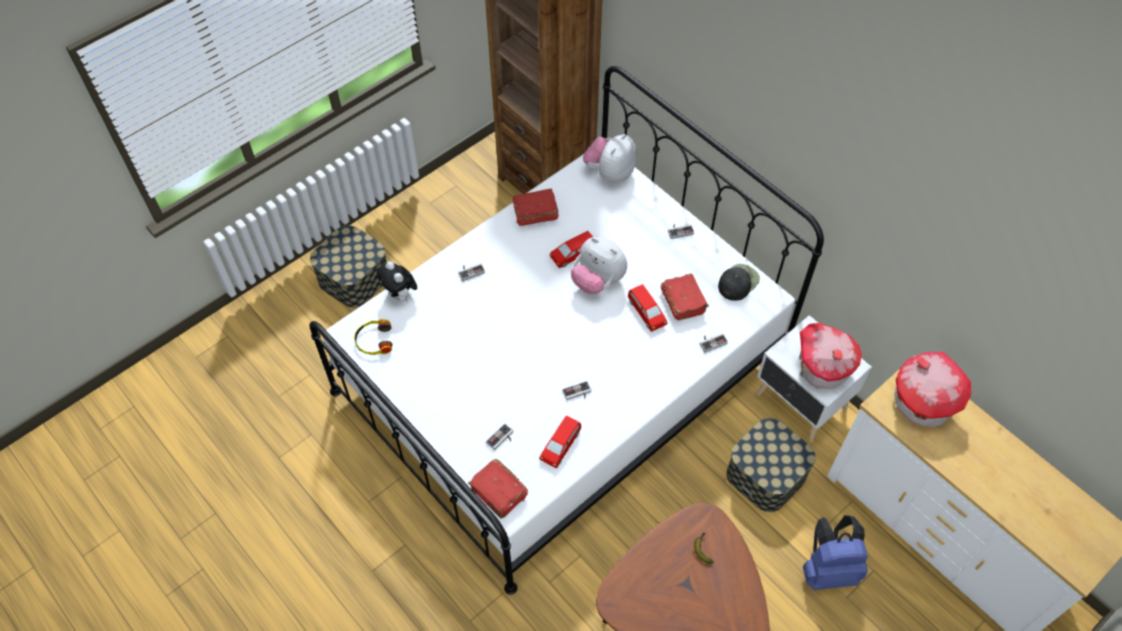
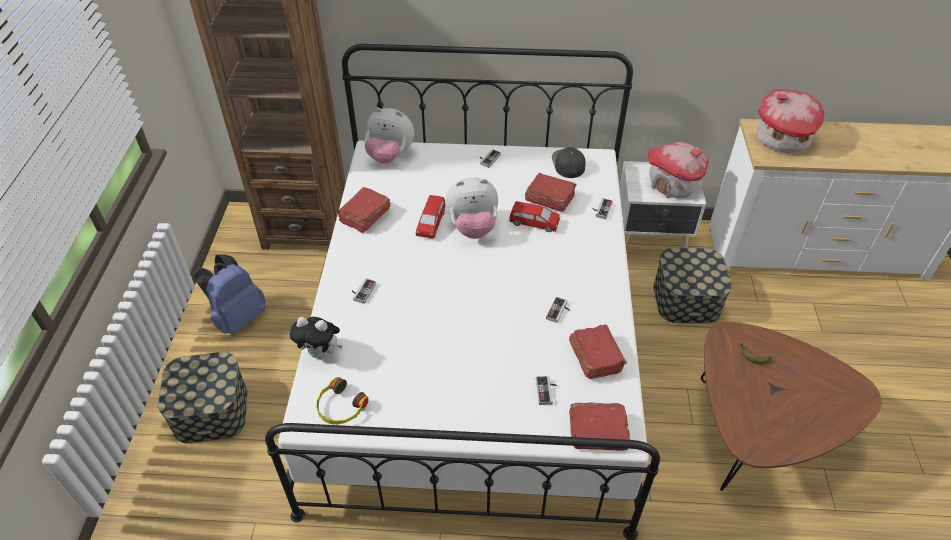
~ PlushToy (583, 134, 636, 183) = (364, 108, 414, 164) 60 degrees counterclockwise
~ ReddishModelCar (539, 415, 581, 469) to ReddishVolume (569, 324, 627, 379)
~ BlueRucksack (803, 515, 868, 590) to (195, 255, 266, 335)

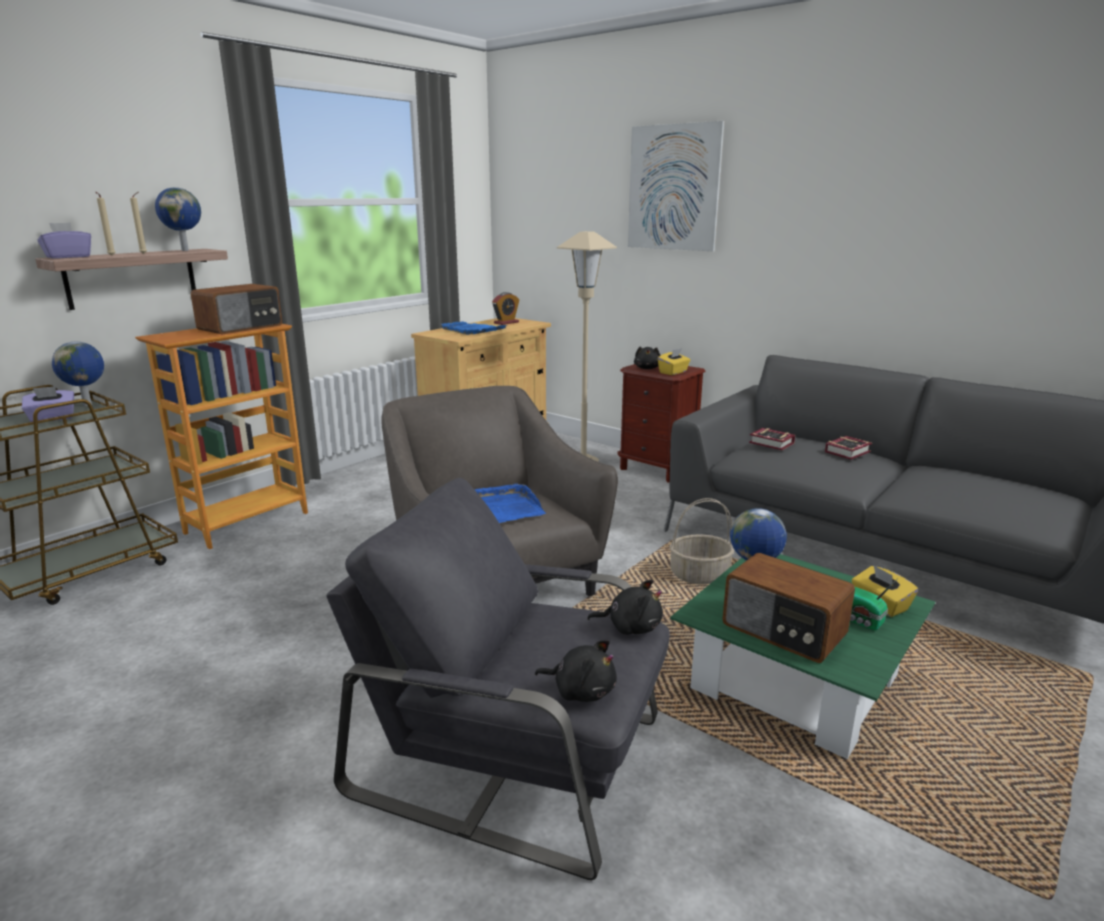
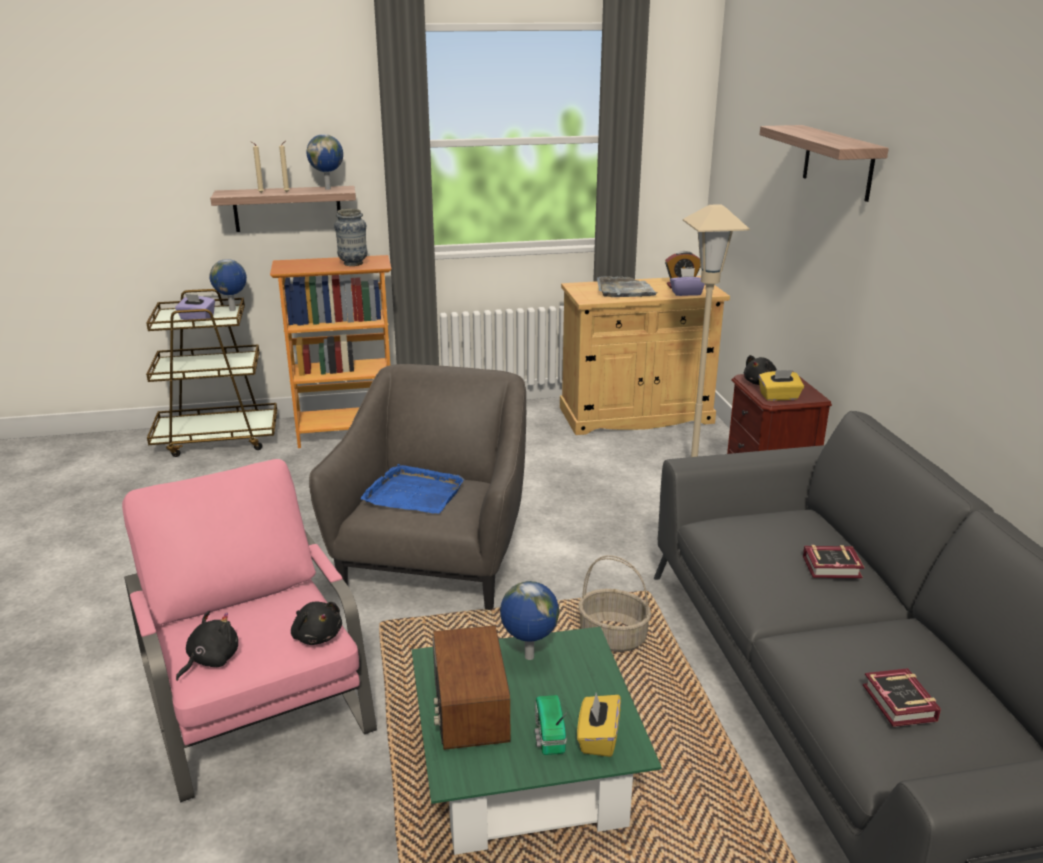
~ WallArt (628, 121, 724, 251) to BracketShelf (760, 125, 889, 202)
~ PurplishBoxOfTissues (37, 222, 91, 259) to (670, 268, 705, 296)
~ Radio (191, 284, 283, 334) to DecorativeVase (334, 209, 368, 266)
~ BlueTray (440, 321, 508, 335) to GreyishTray (597, 276, 657, 297)
~ Volume (749, 428, 795, 450) to (863, 668, 941, 727)
~ GreyishEasyChair (326, 478, 670, 880) to PinkColouredEasyChair (122, 459, 377, 802)
~ BlackishPlushToy (535, 640, 617, 702) = (176, 611, 238, 681) 120 degrees counterclockwise

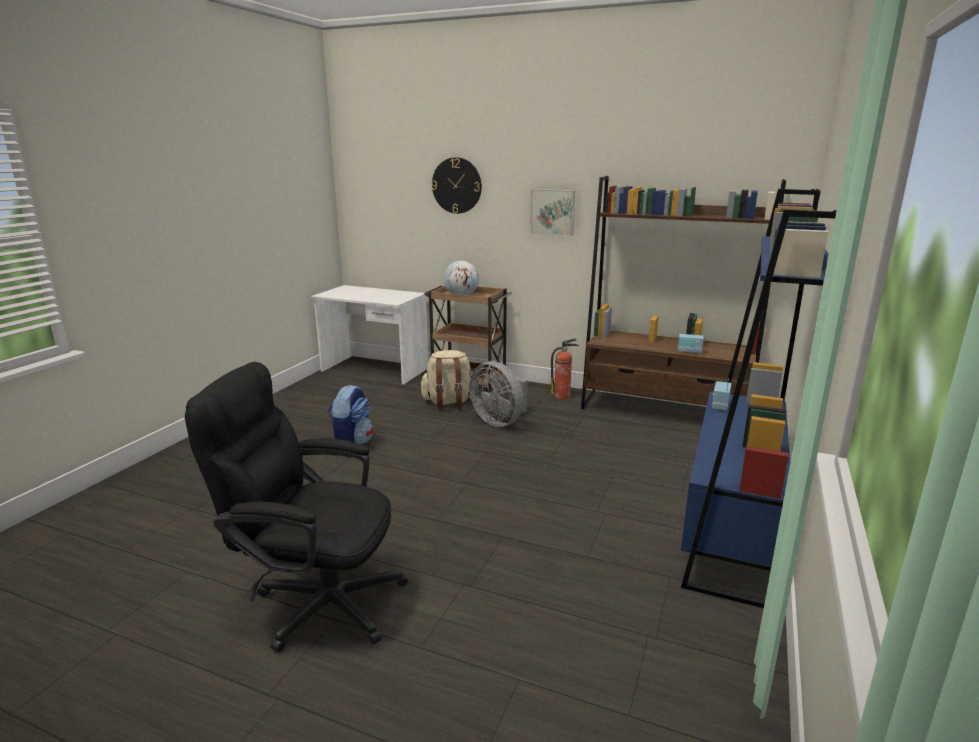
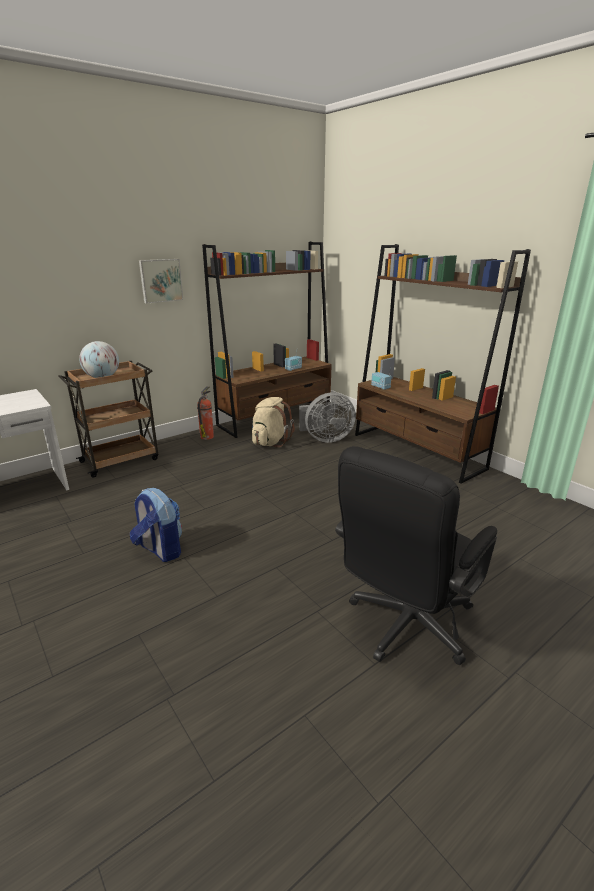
- HangingClock (431, 157, 482, 214)
~ BlueBookcase (681, 189, 837, 608) to BrownishBookcase (355, 244, 531, 483)
~ BeigeRucksack (419, 350, 473, 408) to (252, 397, 295, 447)
~ GreyishElectricFan (469, 361, 527, 427) to (299, 393, 356, 443)

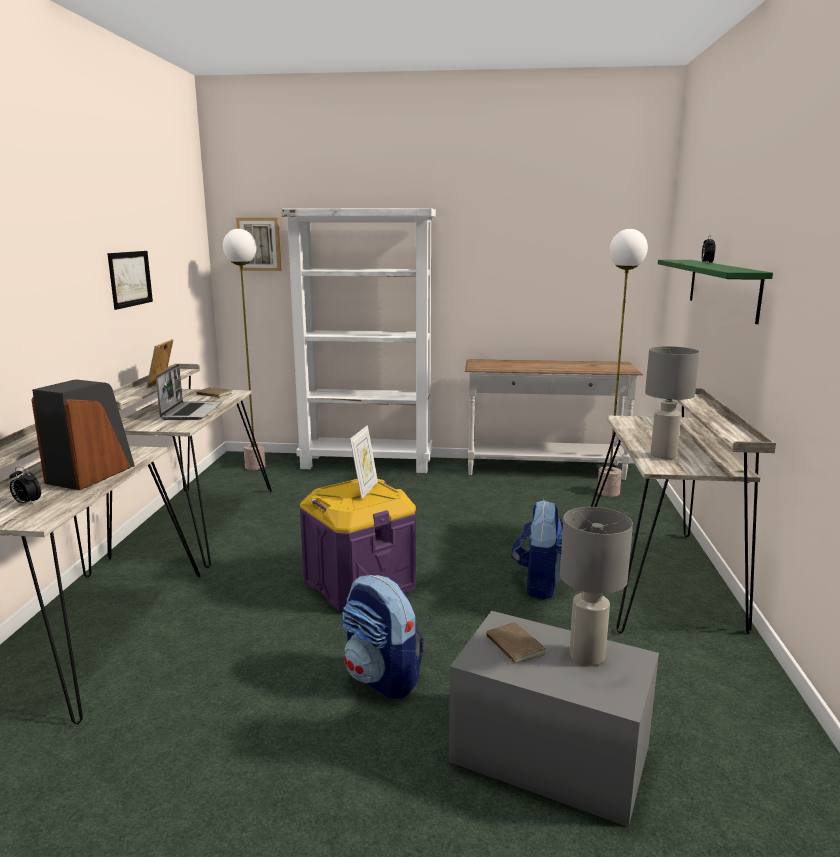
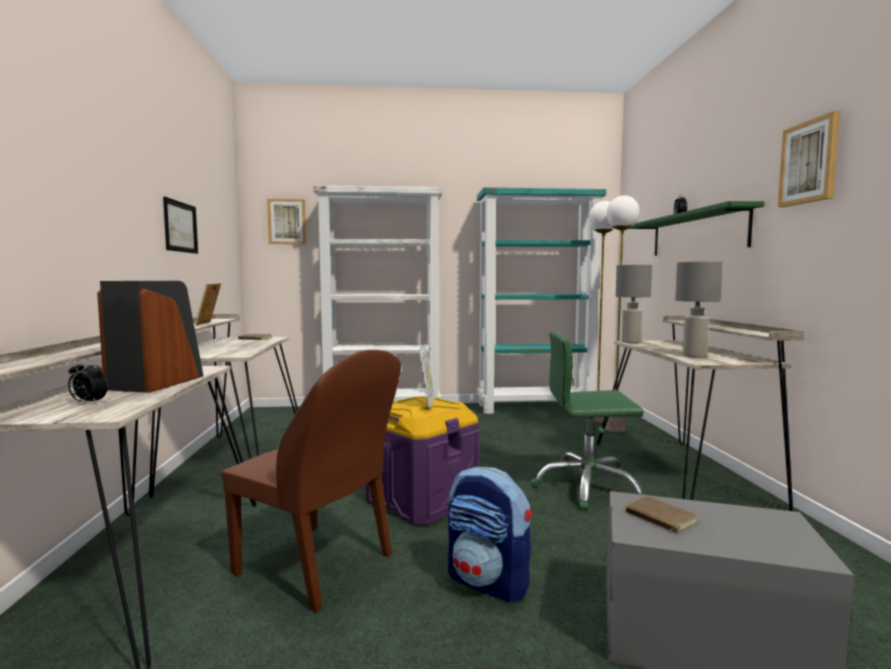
~ StandingLamp (223, 229, 265, 470) to (605, 195, 640, 432)
~ WhiteColouredHallTable (465, 359, 643, 480) to TurquoiseColouredBookcase (477, 187, 606, 414)
- Laptop (156, 364, 222, 420)
~ Rucksack (511, 500, 563, 600) to GreenishDeskChair (531, 331, 646, 511)
~ GreyishTabletopLamp (560, 507, 633, 666) to (616, 265, 652, 343)
+ WallArt (778, 111, 840, 207)
+ BrownishChair (222, 350, 401, 612)

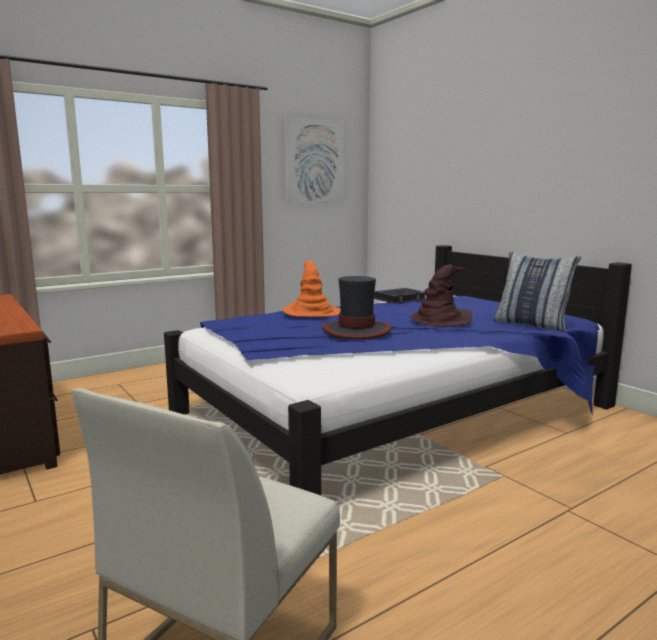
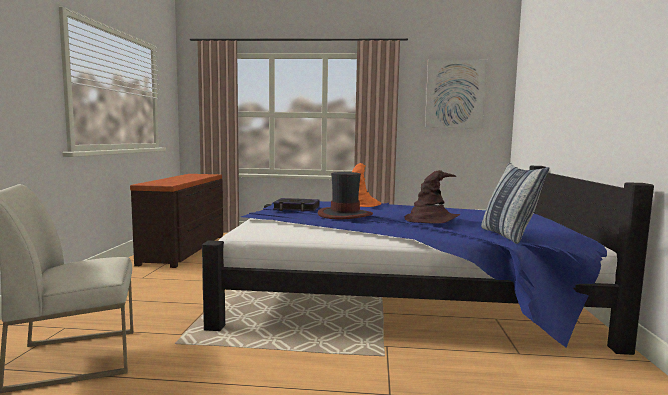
~ Volume (374, 288, 426, 304) to (273, 198, 320, 212)

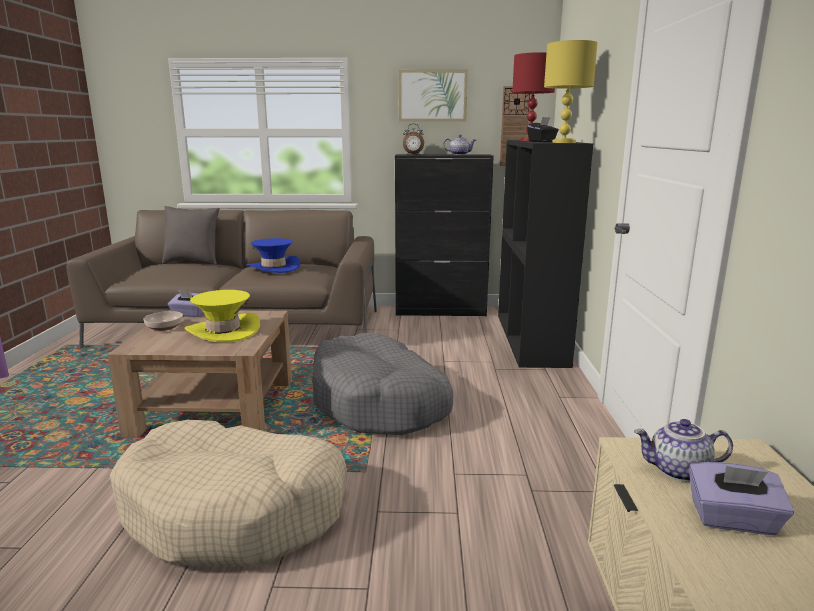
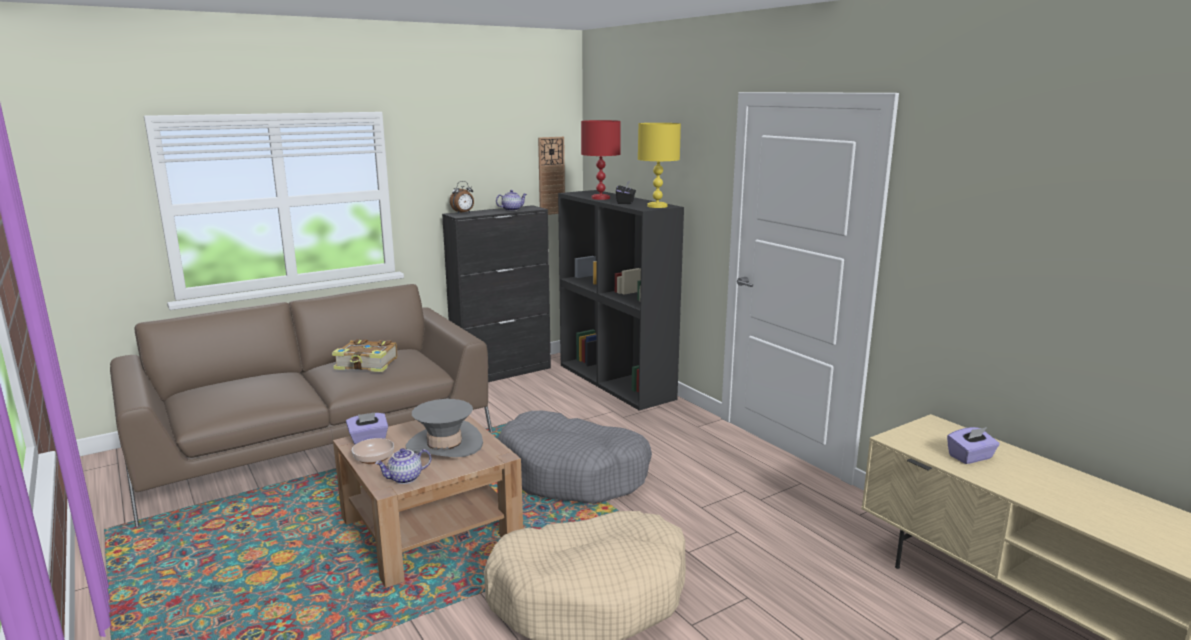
- WallArt (398, 69, 468, 122)
- GreyishPillow (162, 206, 220, 265)
~ BlueHat (246, 238, 301, 273) to Volume (332, 339, 398, 372)
~ YellowishHat (185, 290, 260, 342) to GreyishHat (406, 399, 483, 457)
~ PotForTea (634, 419, 733, 482) to (375, 448, 431, 484)

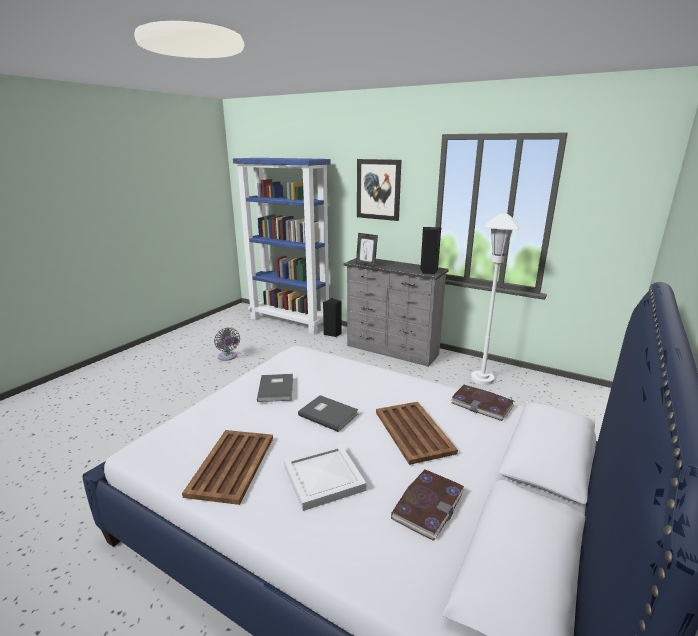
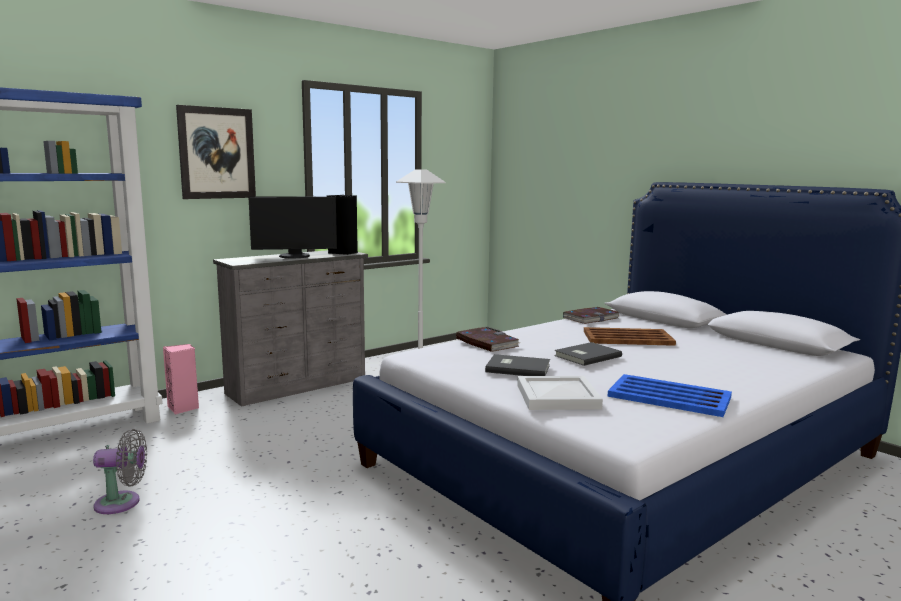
- StandingFrame (356, 233, 378, 267)
~ BlackishSpeaker (323, 298, 342, 337) to PinkColouredSpeaker (163, 344, 199, 415)
~ BrownishTray (182, 430, 273, 505) to BlueTray (608, 374, 732, 417)
~ WhiteColouredTray (284, 444, 366, 511) to (517, 376, 603, 410)
~ Volume (391, 469, 464, 541) to (456, 327, 520, 352)
+ ComputerScreen (249, 196, 337, 258)

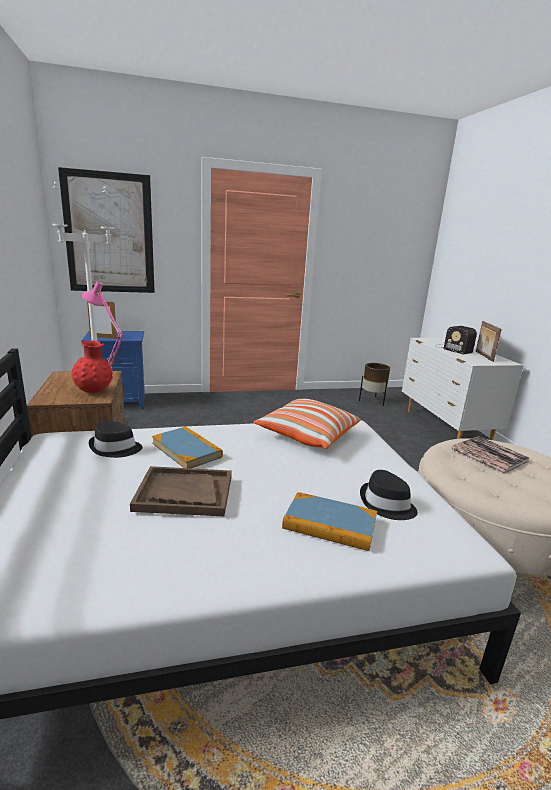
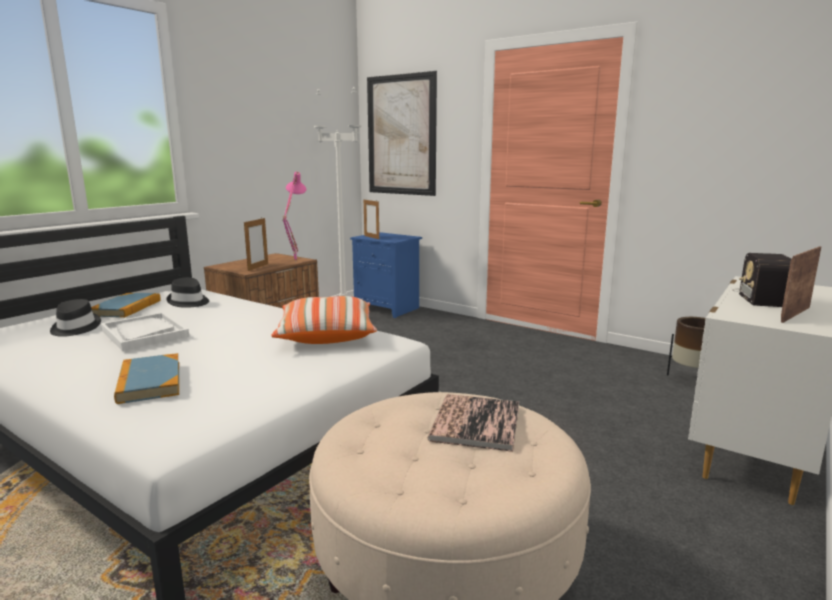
~ ReddishDecorativeVase (72, 340, 113, 393) to StandingFrame (244, 218, 268, 271)
~ Volume (152, 427, 223, 468) to (91, 293, 161, 318)
~ BrownishTray (130, 466, 232, 516) to WhiteColouredTray (101, 312, 189, 351)
~ BlackishHat (360, 470, 418, 520) to (50, 299, 101, 337)

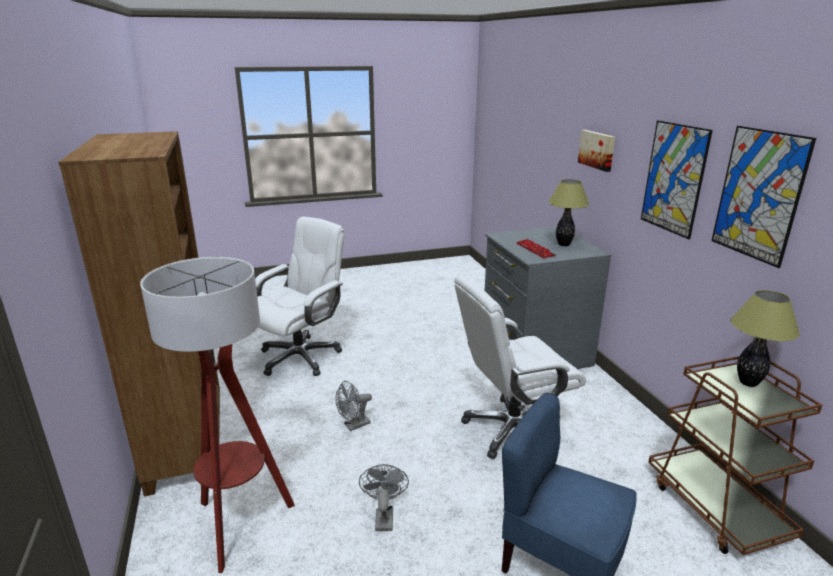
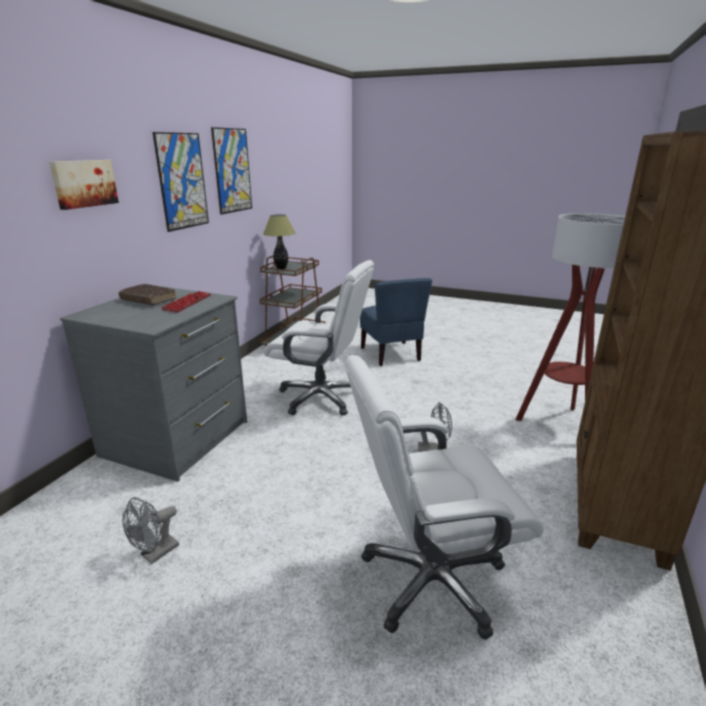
~ TabletopLamp (548, 179, 589, 246) to BrownishVolume (119, 284, 176, 305)
~ GreyishElectricFan (359, 464, 409, 531) to (122, 497, 179, 564)

